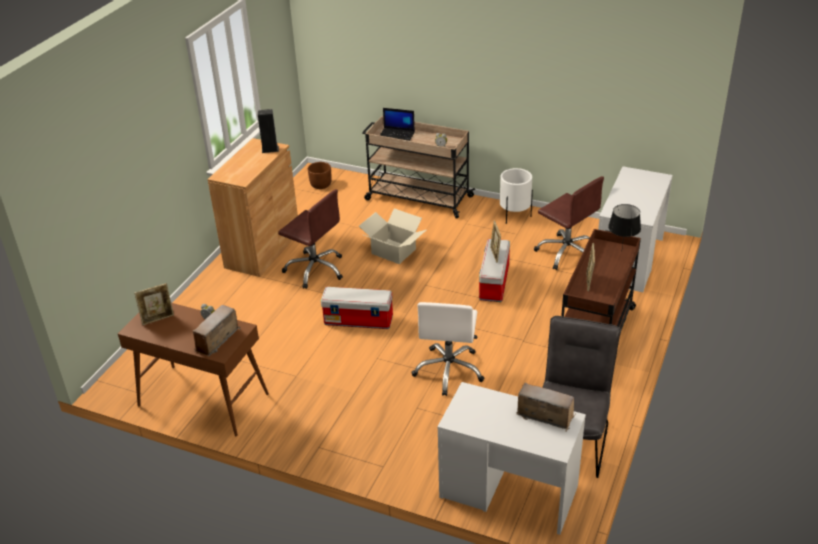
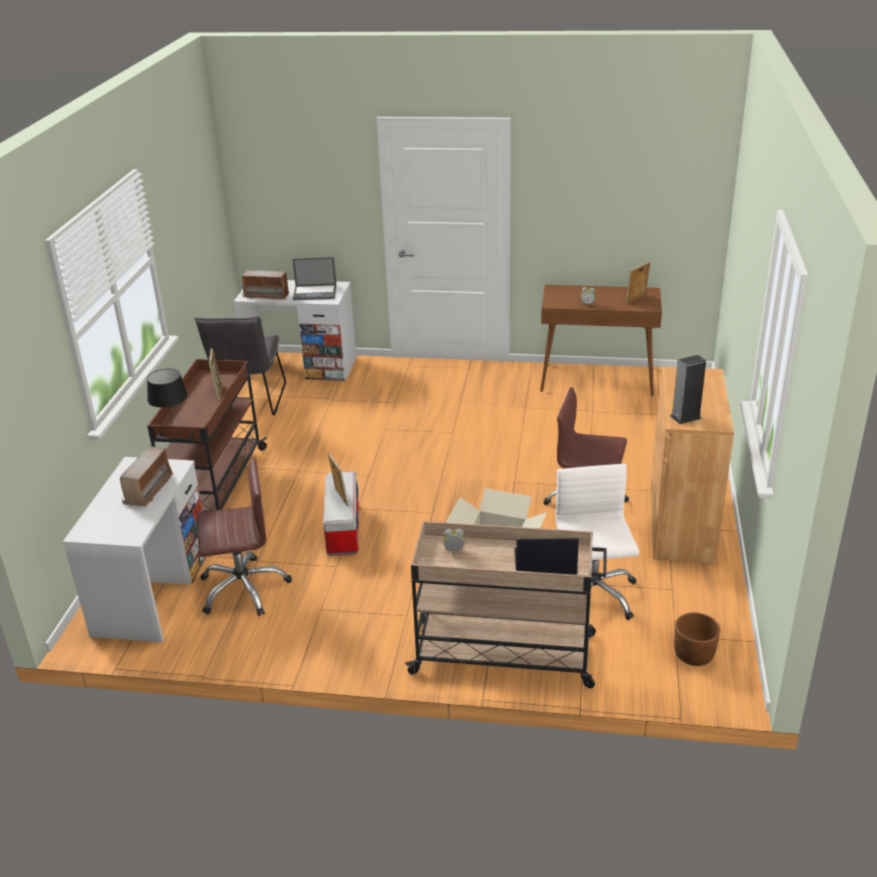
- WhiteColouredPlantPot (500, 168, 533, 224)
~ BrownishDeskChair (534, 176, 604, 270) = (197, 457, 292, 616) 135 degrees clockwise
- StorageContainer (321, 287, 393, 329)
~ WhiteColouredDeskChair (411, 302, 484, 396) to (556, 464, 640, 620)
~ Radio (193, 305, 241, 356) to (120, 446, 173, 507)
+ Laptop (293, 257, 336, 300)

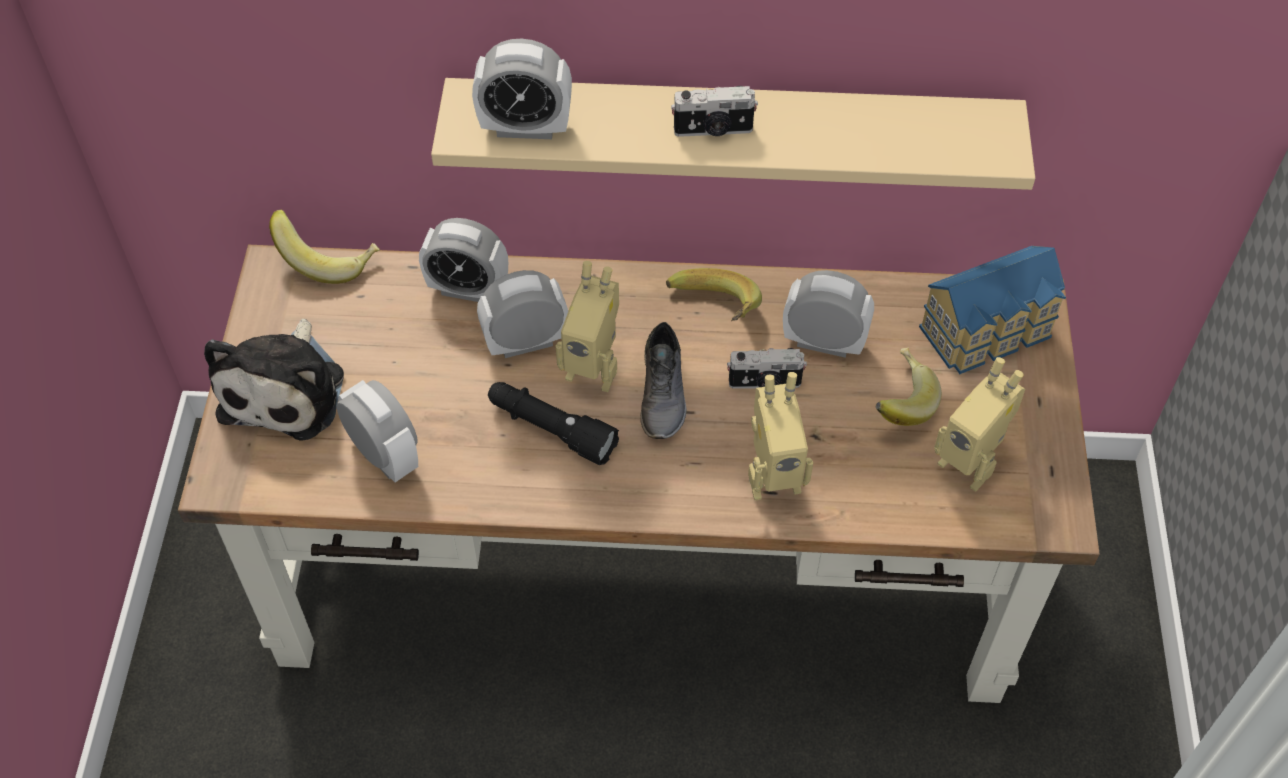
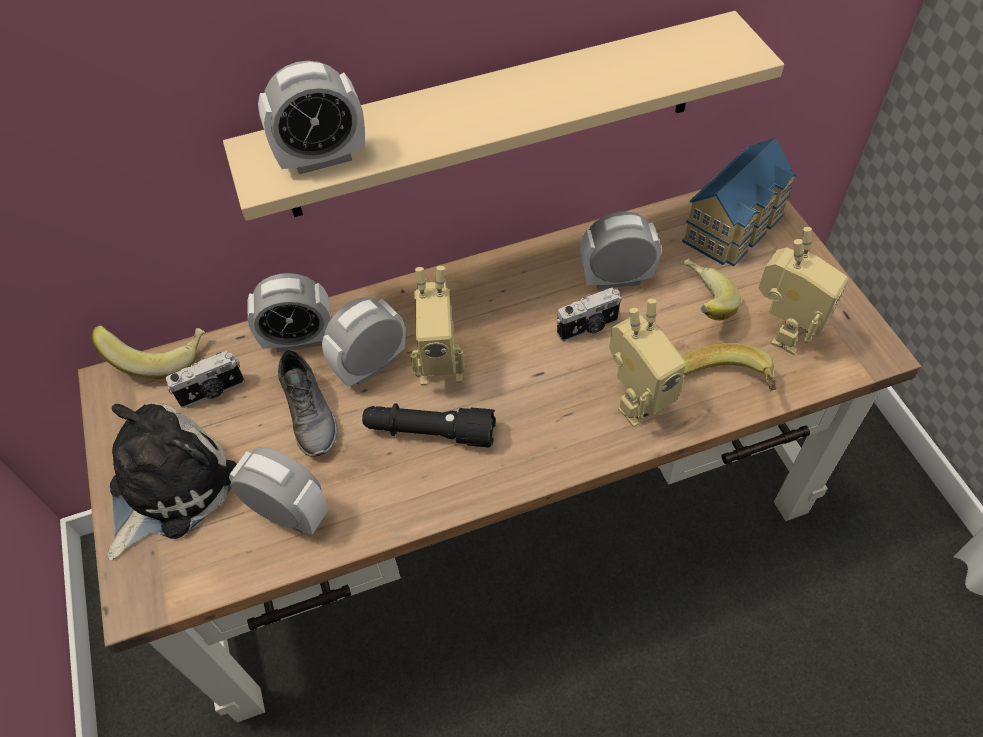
~ StillCamera (671, 86, 758, 137) to (166, 351, 245, 408)
~ BananaFruit (666, 268, 762, 322) to (681, 343, 776, 392)
~ PlushToy (204, 319, 344, 440) = (107, 403, 237, 560) 135 degrees counterclockwise
~ GreyishLowShoe (640, 322, 687, 439) to (278, 349, 338, 457)
~ ModelRobot (934, 357, 1025, 492) = (759, 227, 848, 355) 75 degrees counterclockwise

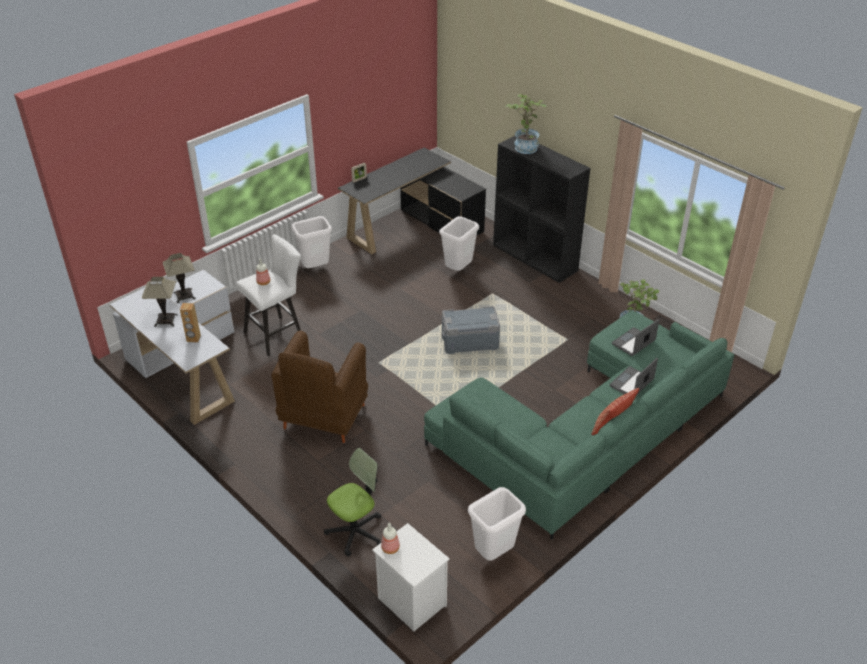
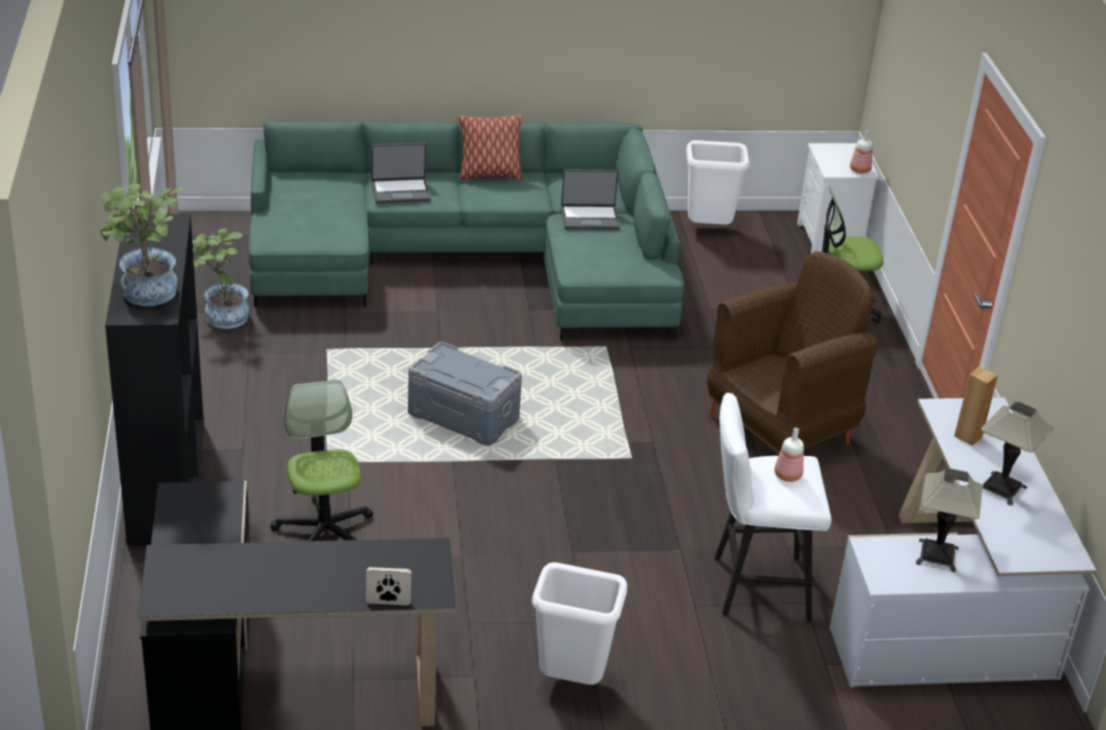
~ WhiteColouredRubbishBin (439, 216, 479, 271) to DeskChair (271, 380, 373, 541)
~ Laptop (612, 319, 659, 356) to (561, 169, 620, 230)

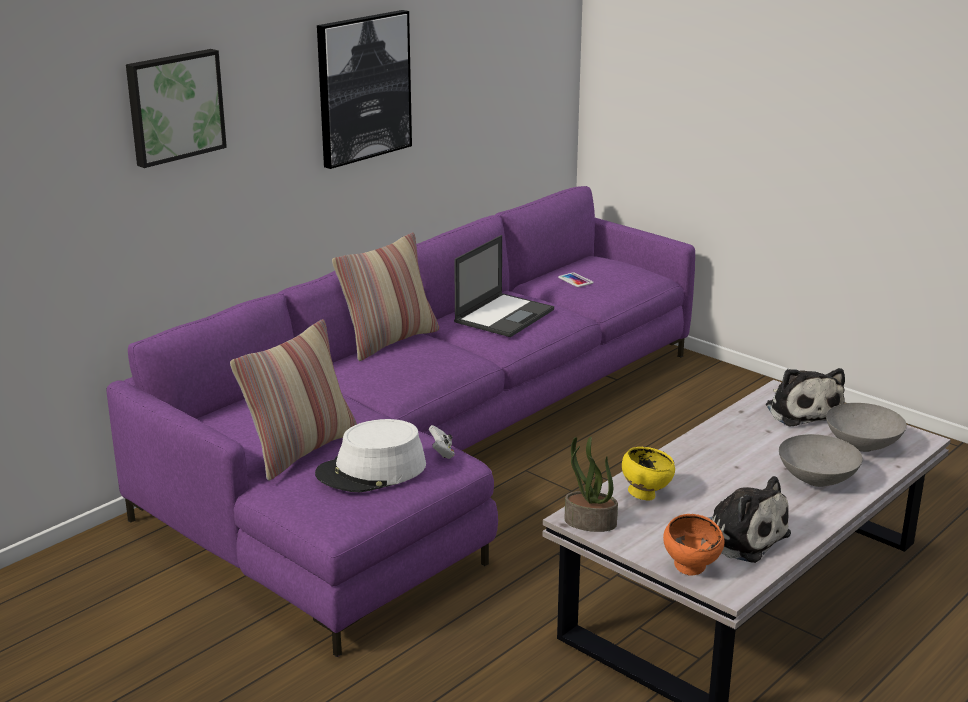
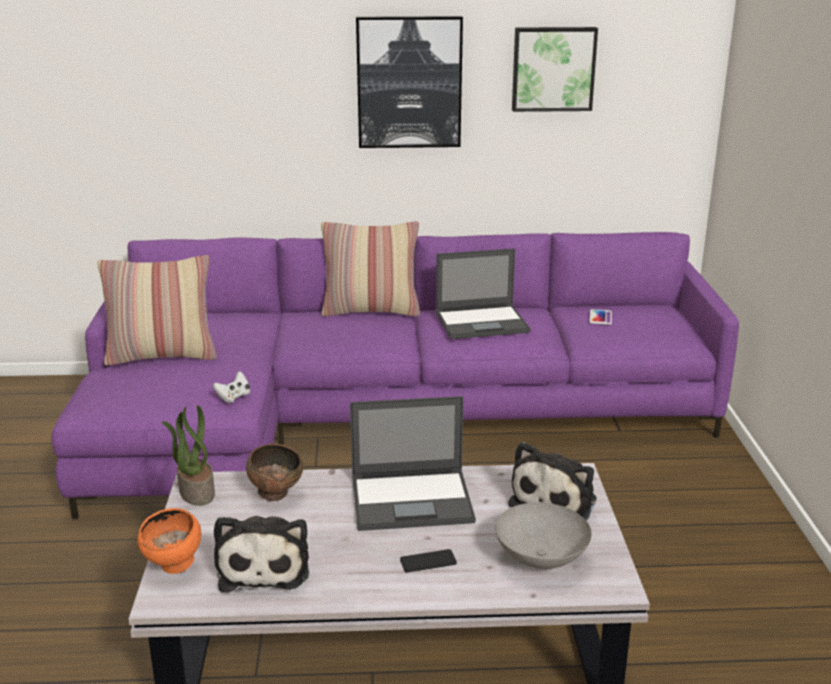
~ WallArt (126, 49, 227, 168) to (512, 27, 598, 112)
- WhiteColouredHat (315, 419, 426, 492)
~ GreyishBowl (779, 434, 863, 487) to Phone (400, 549, 457, 572)
~ YellowishBowl (622, 446, 675, 501) to BrownishBowl (246, 444, 303, 501)
+ Laptop (350, 396, 476, 531)

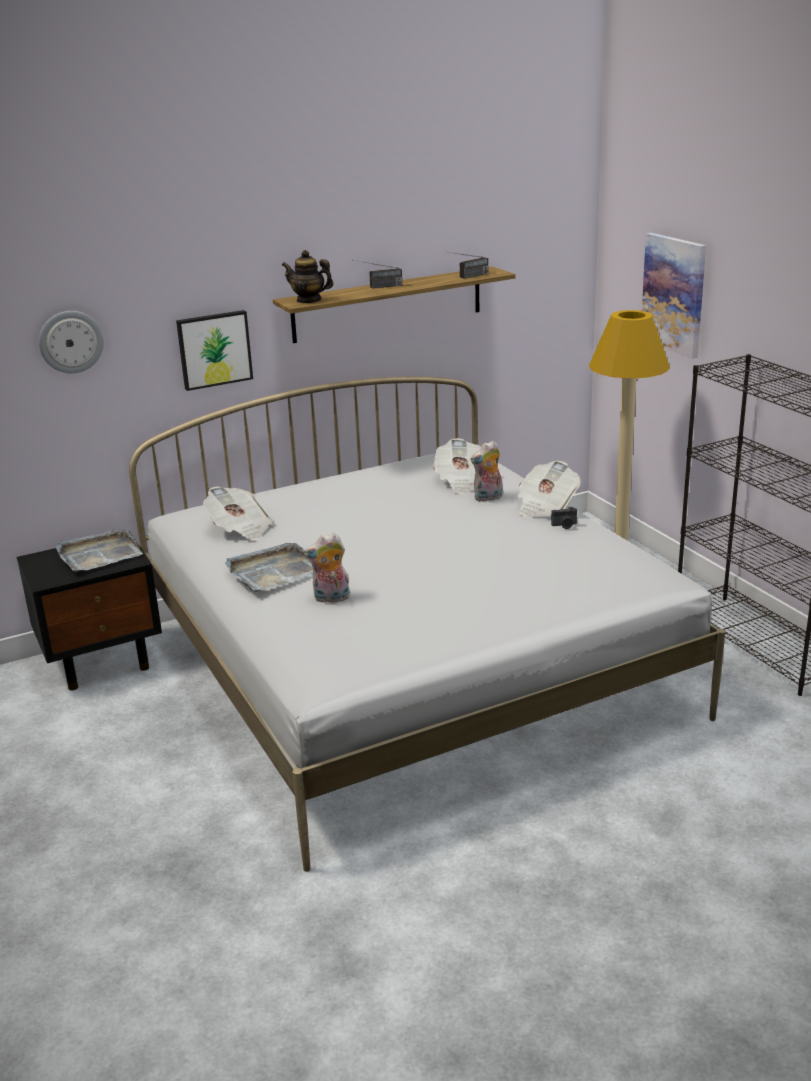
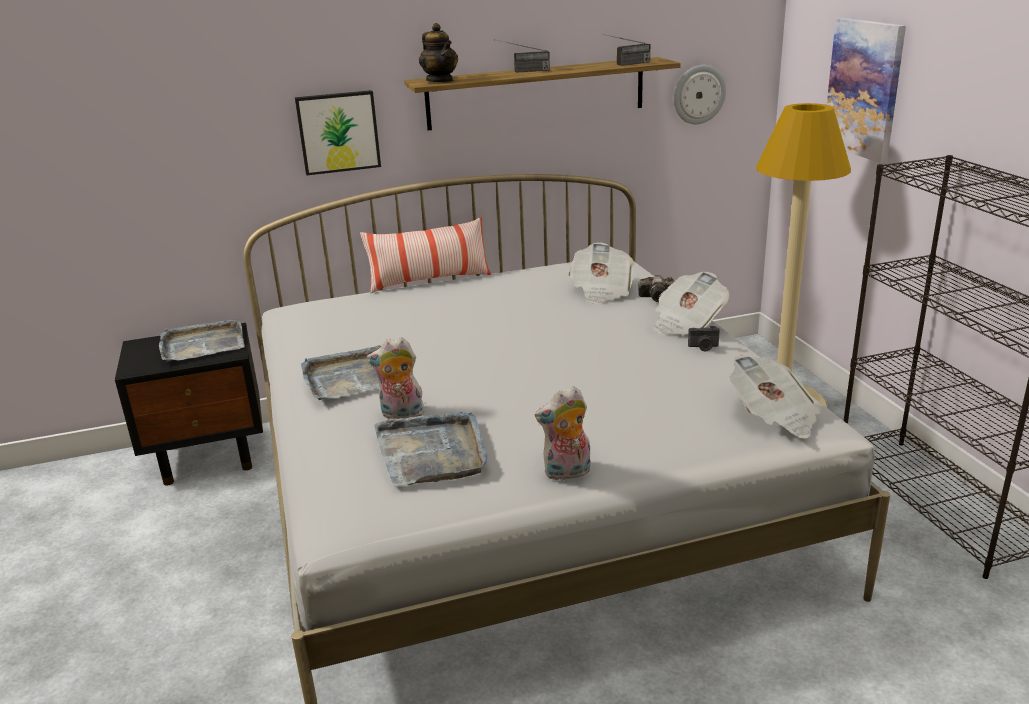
~ PotForTea (282, 250, 334, 303) = (419, 23, 458, 82) 150 degrees counterclockwise
~ HangingClock (39, 311, 104, 373) to (673, 65, 726, 124)
~ PlushToy (471, 440, 503, 502) to (535, 386, 591, 481)
~ PrintedPaper (203, 486, 273, 540) to (730, 355, 821, 439)
+ Pillow (360, 217, 491, 293)
+ StillCamera (638, 275, 674, 302)
+ GreyishTray (374, 412, 488, 486)

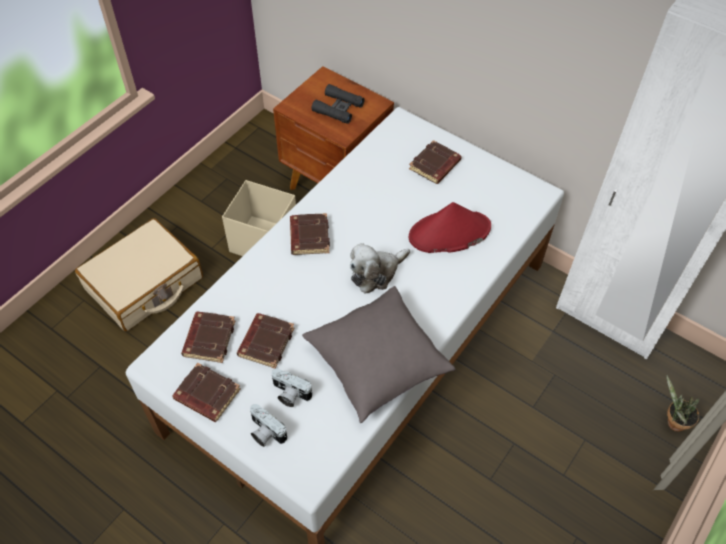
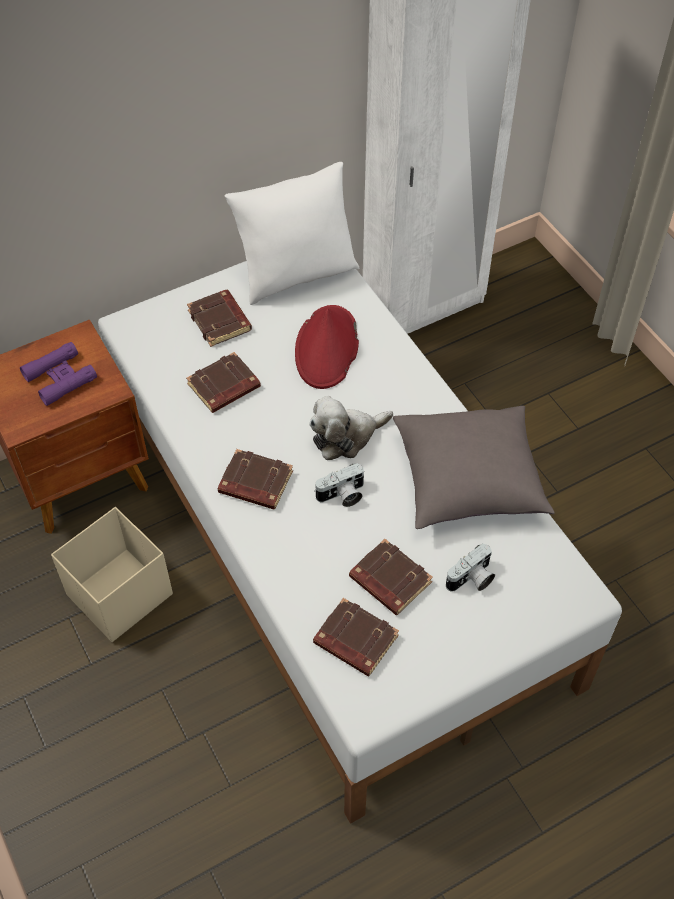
~ BlackishBinoculars (312, 84, 365, 124) to PurplishBinoculars (20, 342, 97, 406)
- BeigePieceOfLuggage (75, 218, 203, 331)
~ PlushToy (350, 243, 410, 294) = (309, 396, 393, 460) 75 degrees clockwise
~ BrownishVolume (172, 363, 241, 422) to (186, 352, 261, 413)
- PlantInAPot (666, 375, 699, 432)
~ StillCamera (250, 404, 287, 447) to (314, 463, 365, 507)
+ WhiteColouredPillow (225, 162, 360, 305)

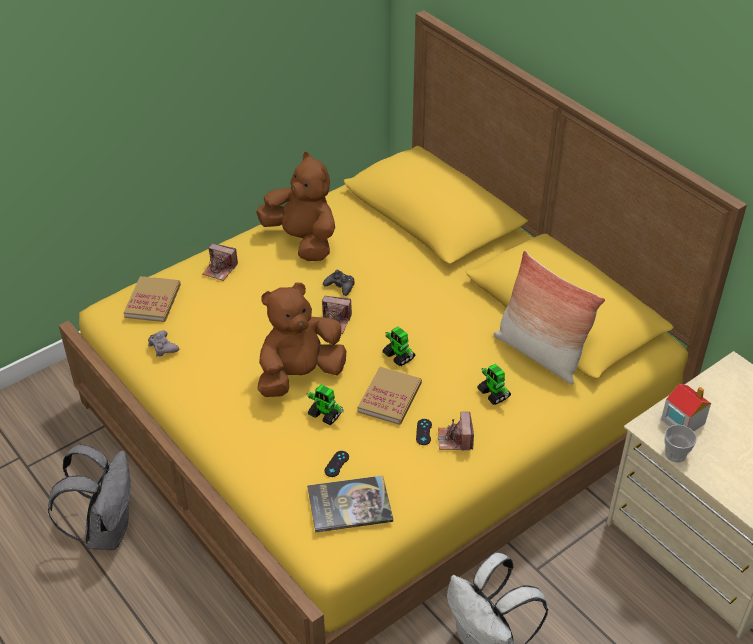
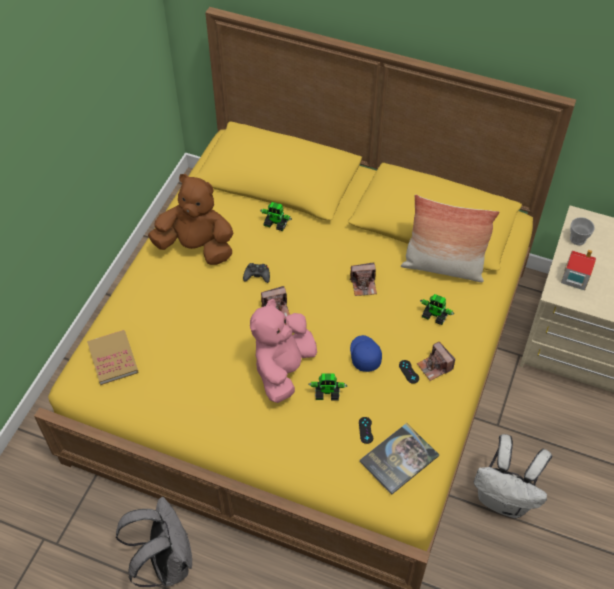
~ StillCamera (202, 243, 238, 281) to (350, 262, 377, 296)
~ BrownishPlushToy (257, 282, 346, 397) to PinkColouredPlushToy (250, 299, 317, 403)
~ ModelRobot (382, 326, 415, 366) to (260, 202, 292, 231)
- GreyishJoypad (148, 330, 179, 357)
~ Volume (358, 367, 422, 425) to BlueCap (350, 335, 382, 372)
~ Cup (664, 424, 697, 463) to (570, 217, 595, 245)

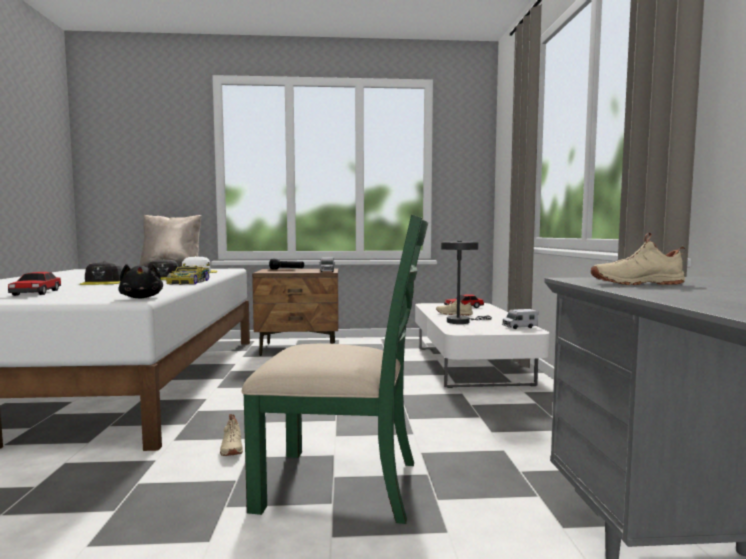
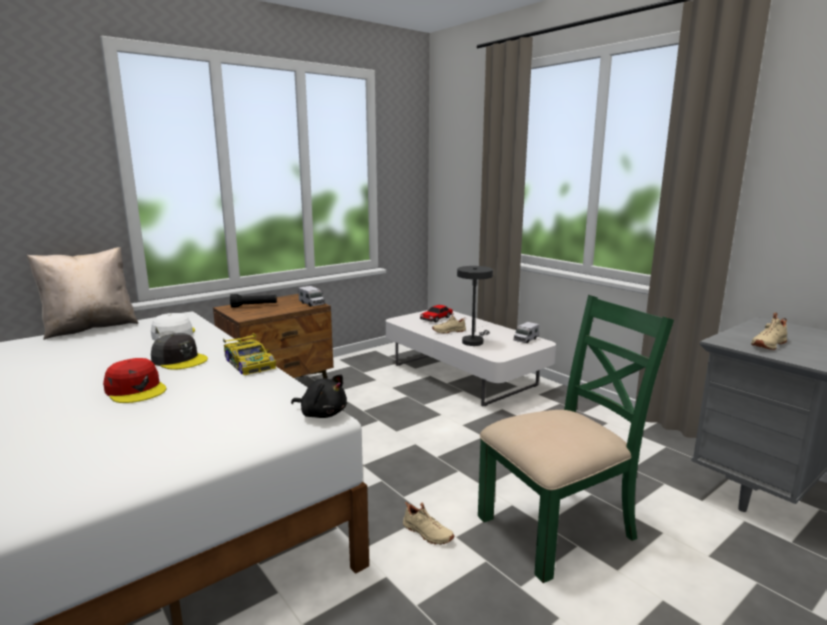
~ GreyishCap (80, 261, 123, 285) to ReddishCap (103, 358, 166, 403)
- ModelCar (8, 272, 61, 296)

